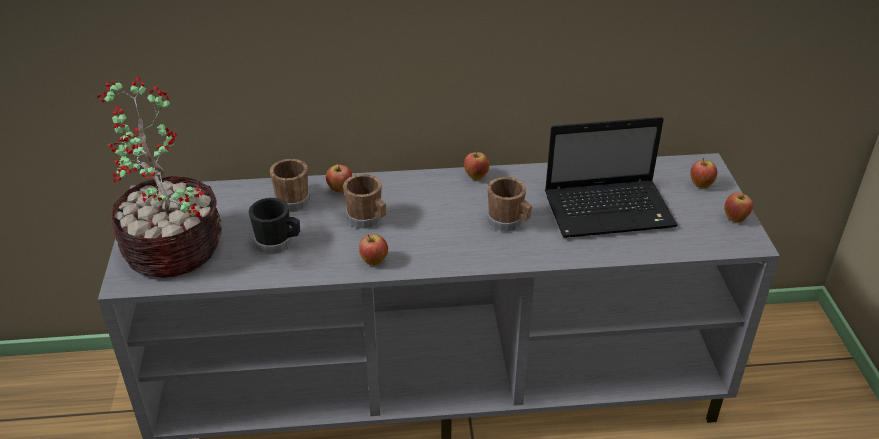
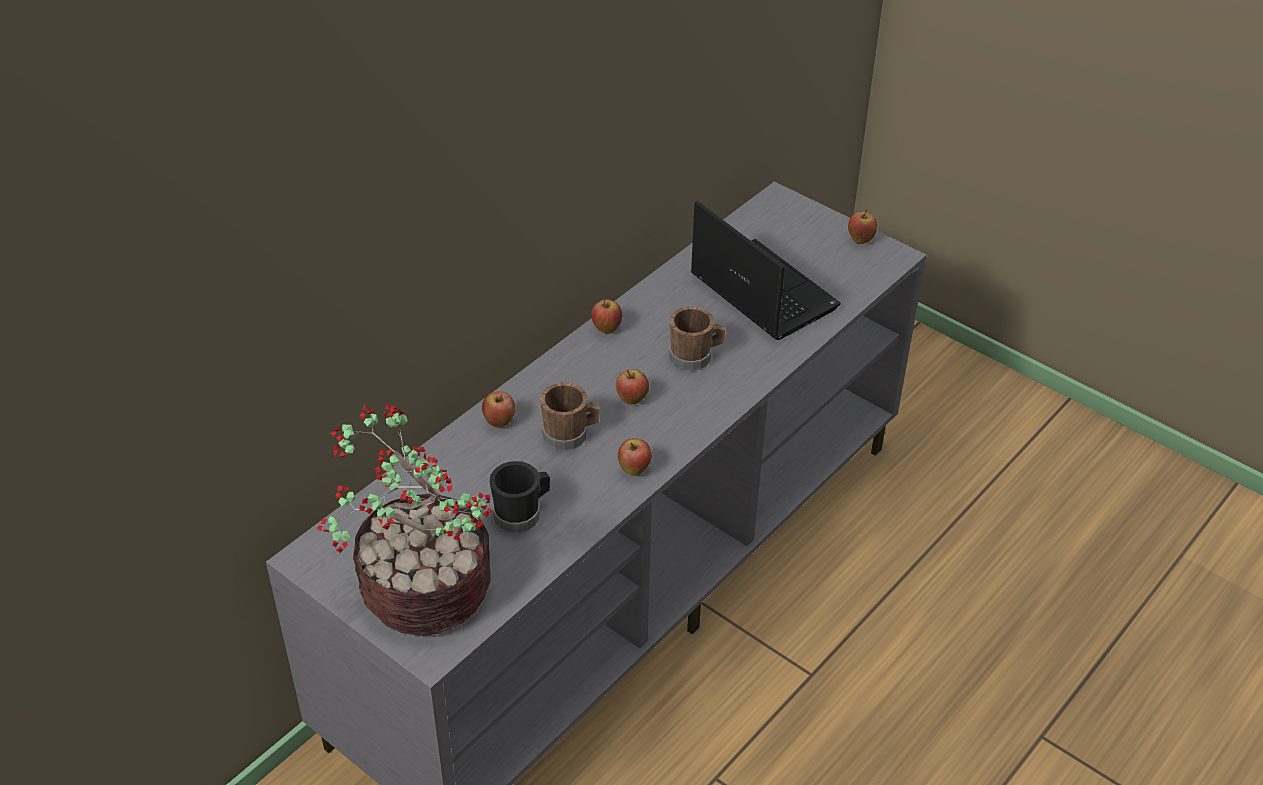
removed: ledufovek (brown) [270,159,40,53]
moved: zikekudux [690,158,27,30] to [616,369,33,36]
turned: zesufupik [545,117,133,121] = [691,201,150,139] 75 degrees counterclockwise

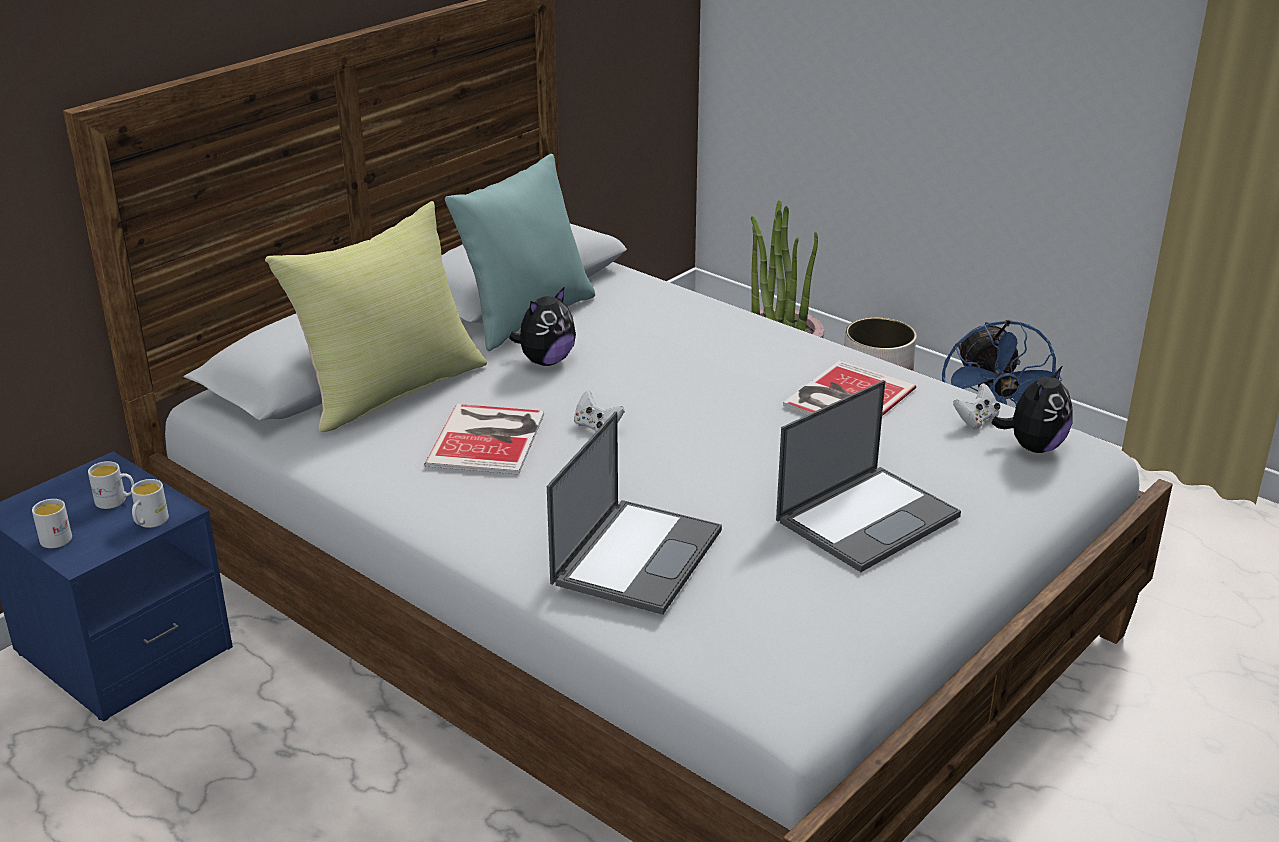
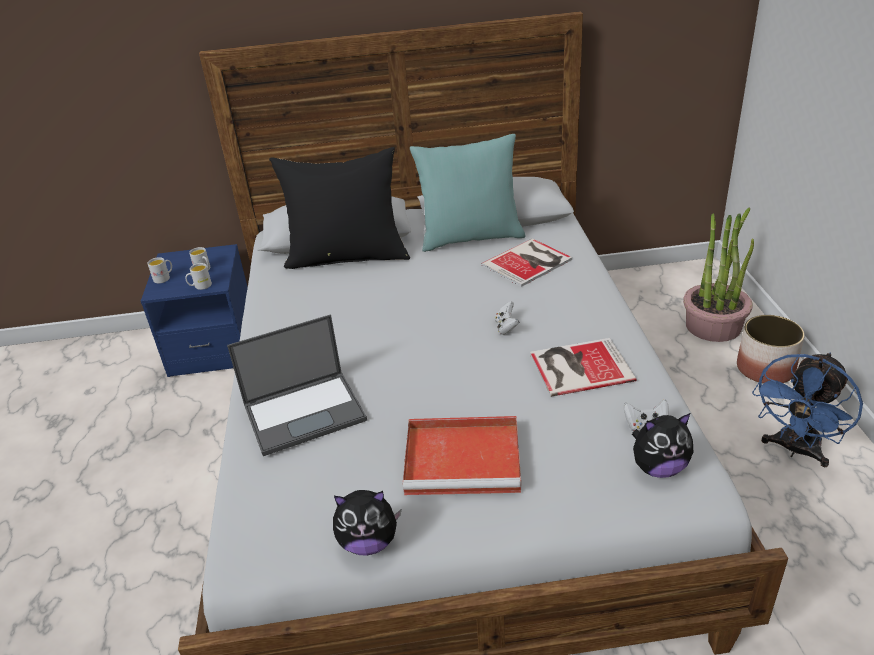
moved: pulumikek [509,288,67,78] to [333,490,68,66]; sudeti [425,404,119,71] to [482,238,90,49]; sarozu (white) [574,391,51,41] to [495,301,24,34]
replaced: zesufupik [776,380,185,192] to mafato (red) [403,416,118,79]
recoloured: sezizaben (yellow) [265,201,222,231] to sezizaben (black) [269,147,141,122]

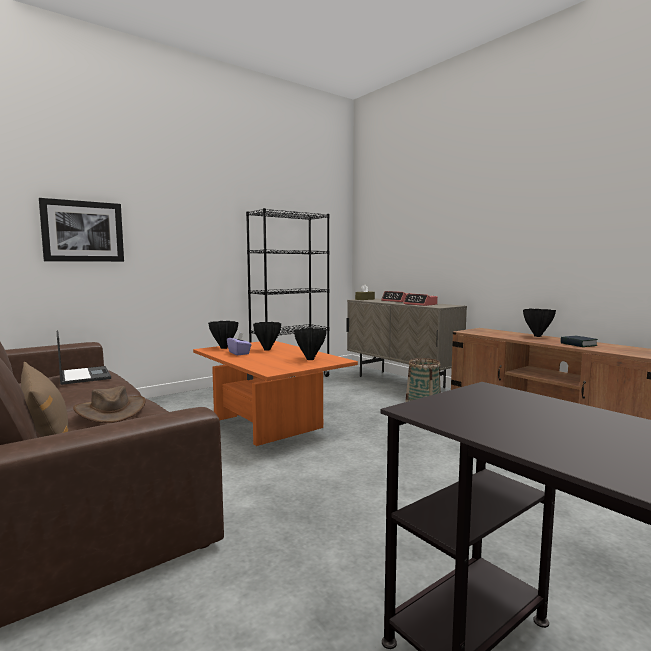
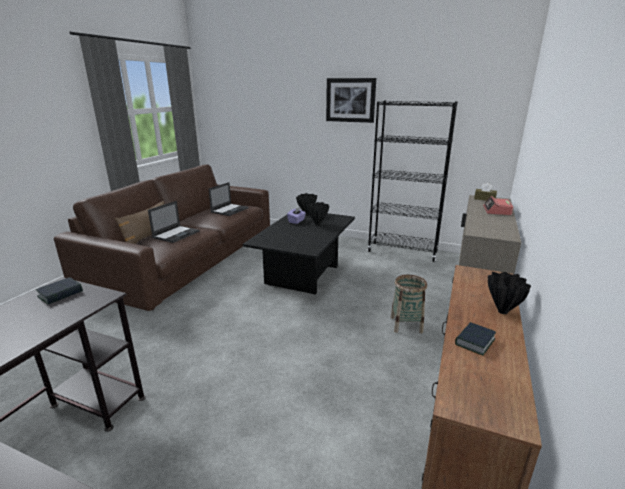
removed: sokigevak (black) [294,328,33,32]; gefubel [403,293,35,13]
added: sudeti [36,277,47,27]
moved: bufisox [39,198,85,64] to [326,78,50,45]
replaced: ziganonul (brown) [73,386,73,37] to zesufupik [148,201,52,42]
recoloured: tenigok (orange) [193,341,165,105] to tenigok (black) [243,210,112,84]

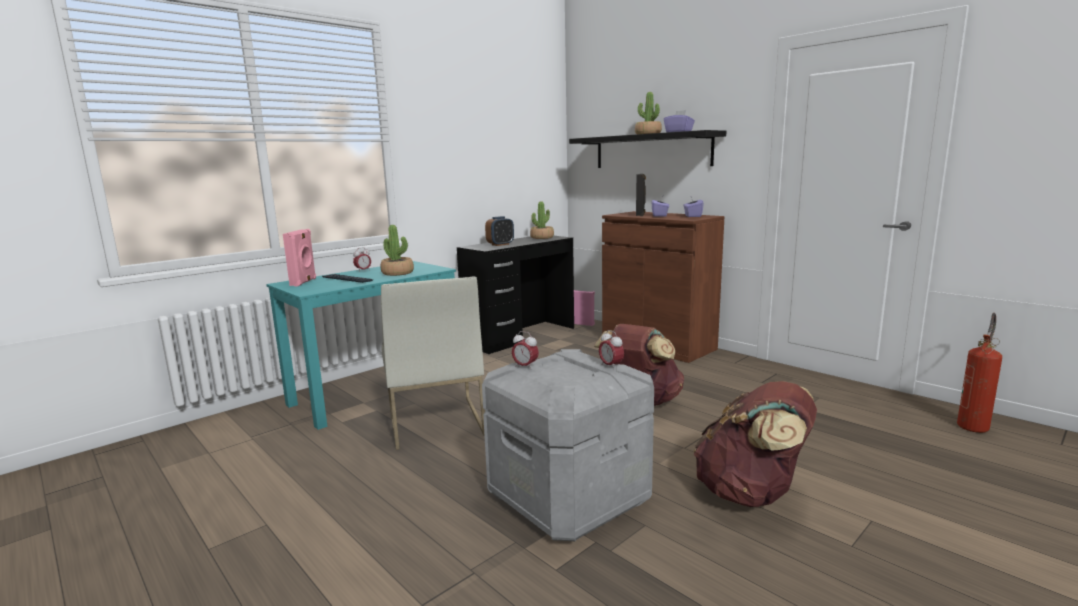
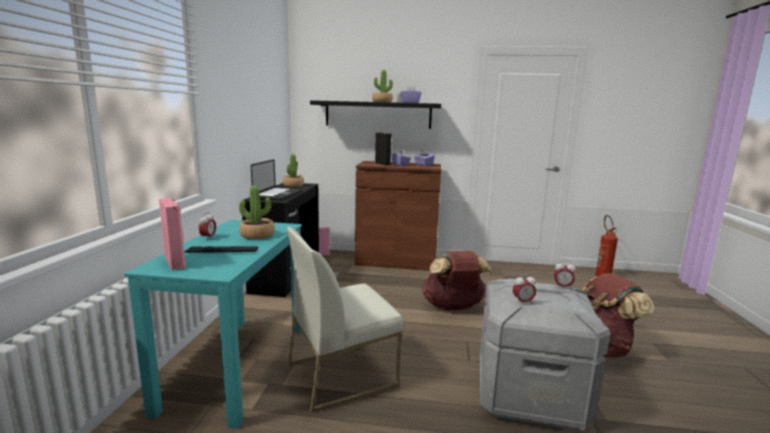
replaced: gefubel [485,216,29,30] to zesufupik [251,159,51,42]
turned: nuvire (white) [381,276,104,174] = [286,227,117,186] 120 degrees clockwise

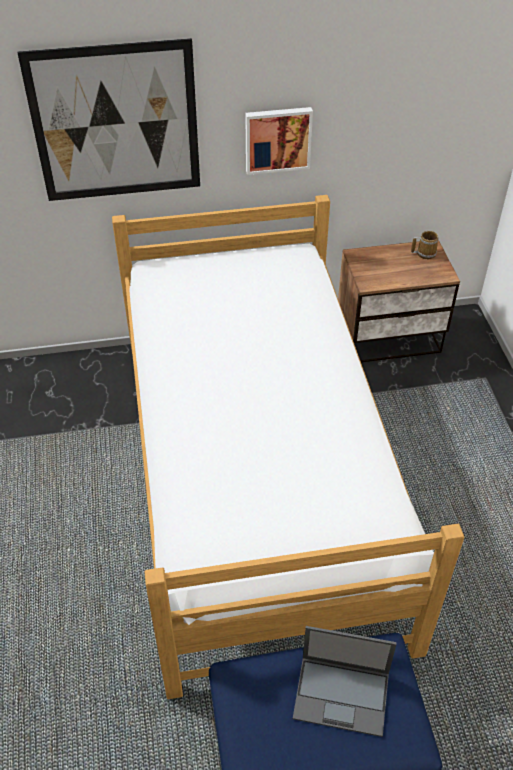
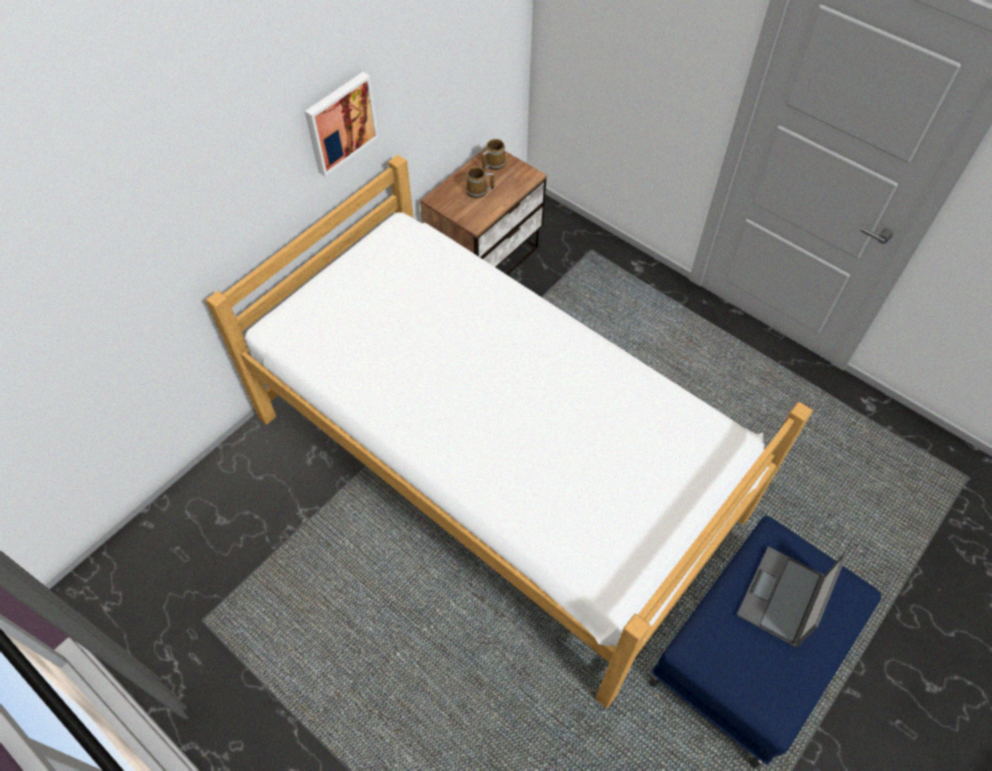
removed: bufisox [17,38,183,163]
added: ledufovek [466,166,29,32]
turned: zesufupik [293,626,104,111] = [737,546,110,102] 150 degrees clockwise

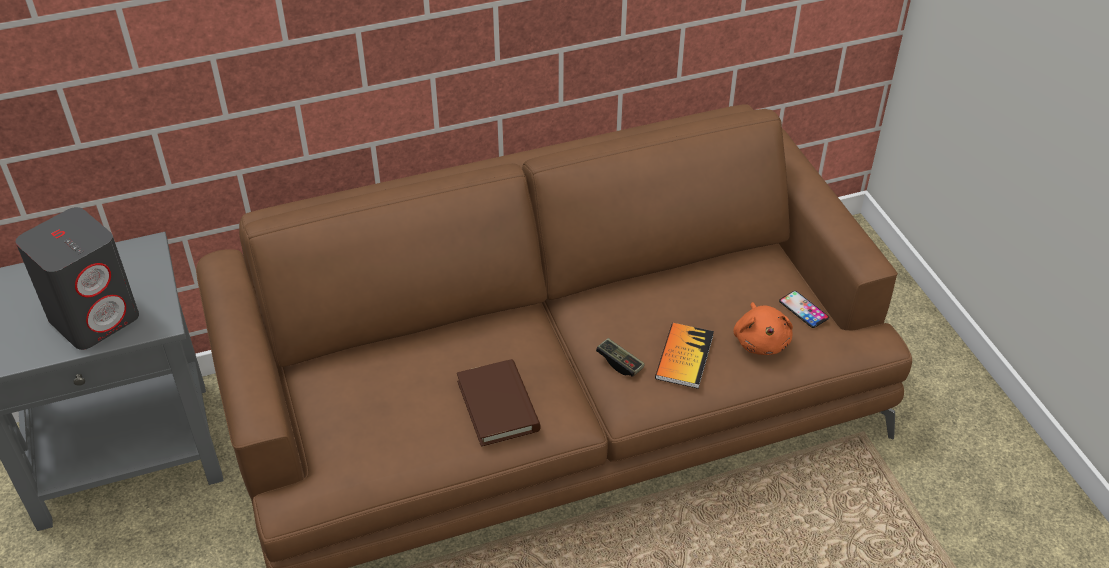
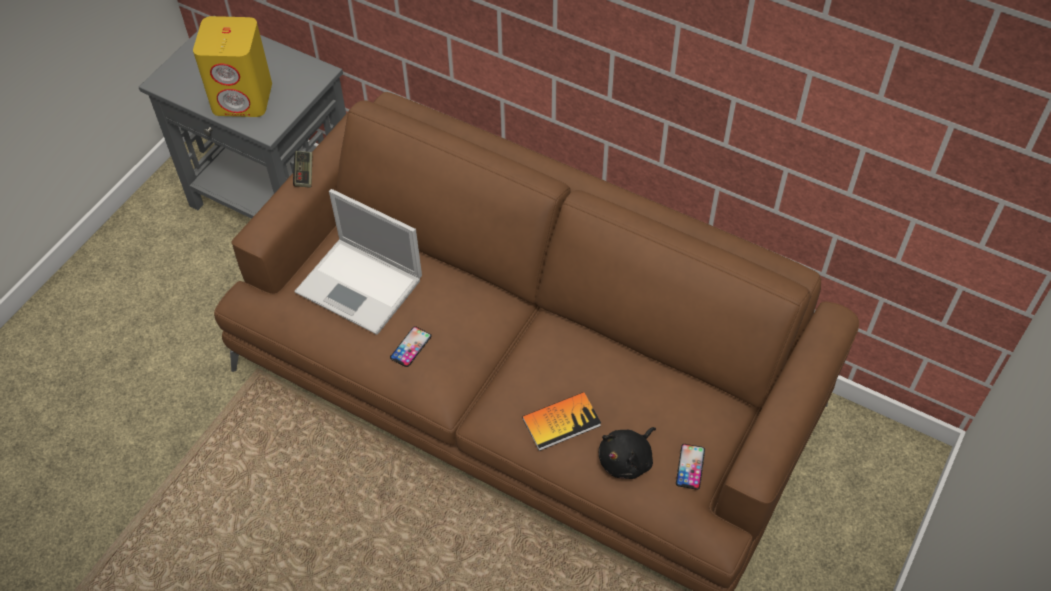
added: zesufupik [294,189,128,146]
moved: sarozu [596,338,49,39] to [293,151,19,37]
replaced: sudeti (brown) [457,359,84,88] to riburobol [390,326,42,41]
recoloured: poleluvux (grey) [16,207,123,143] to poleluvux (yellow) [193,16,79,101]; pulumikek (orange) [734,302,59,53] to pulumikek (black) [599,427,57,52]

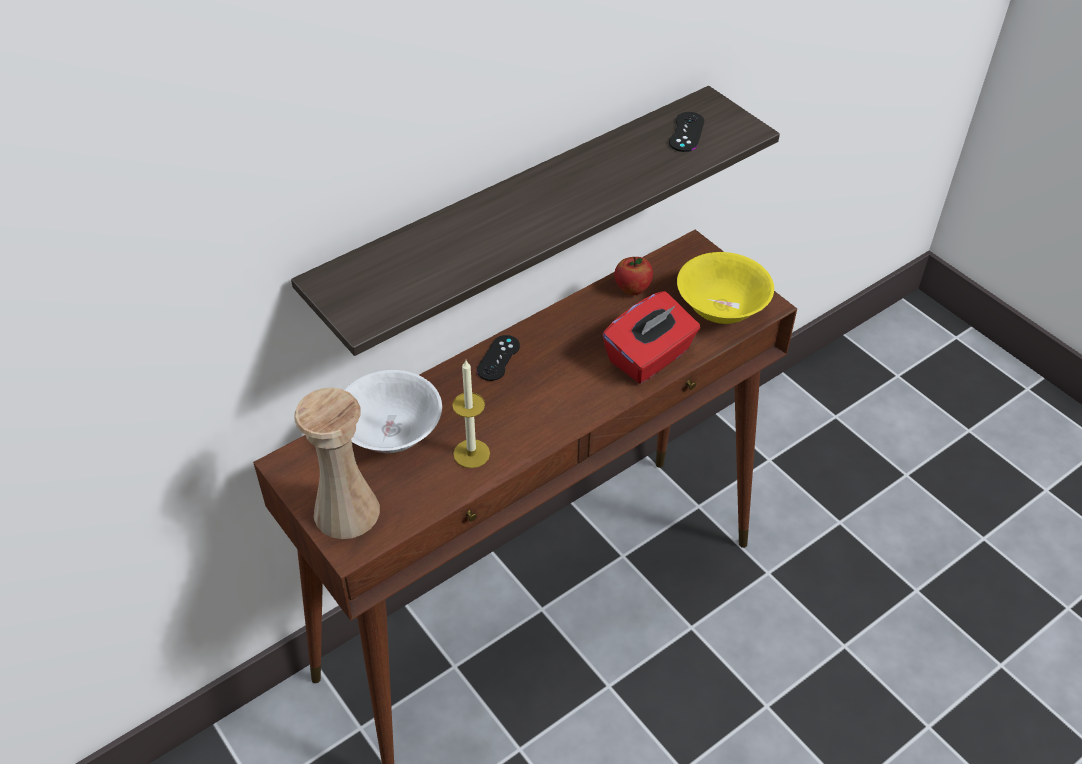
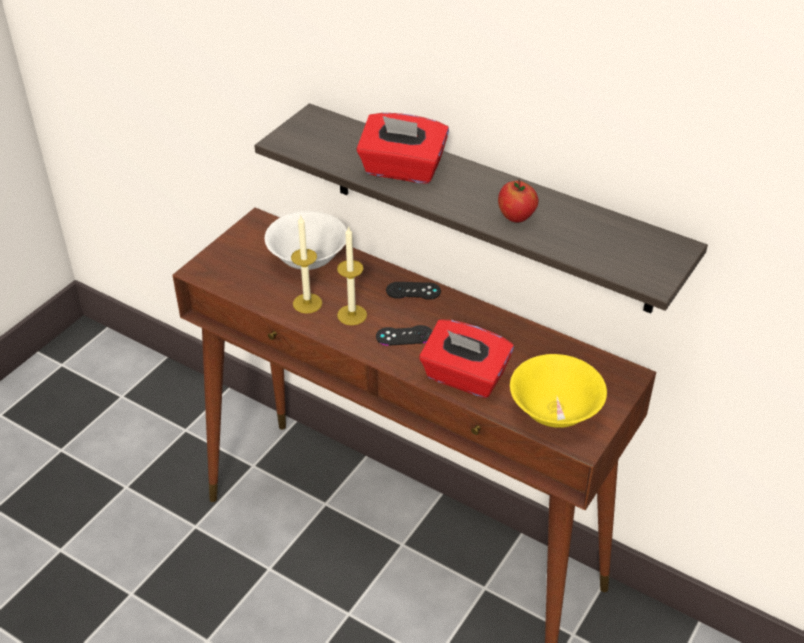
removed: sokigevak (beige) [294,388,86,151]
added: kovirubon [337,226,30,99]; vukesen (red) [356,113,93,71]
moved: sarozu (black) [669,112,35,40] to [376,325,56,21]; zikekudux [614,257,39,38] to [498,179,41,44]

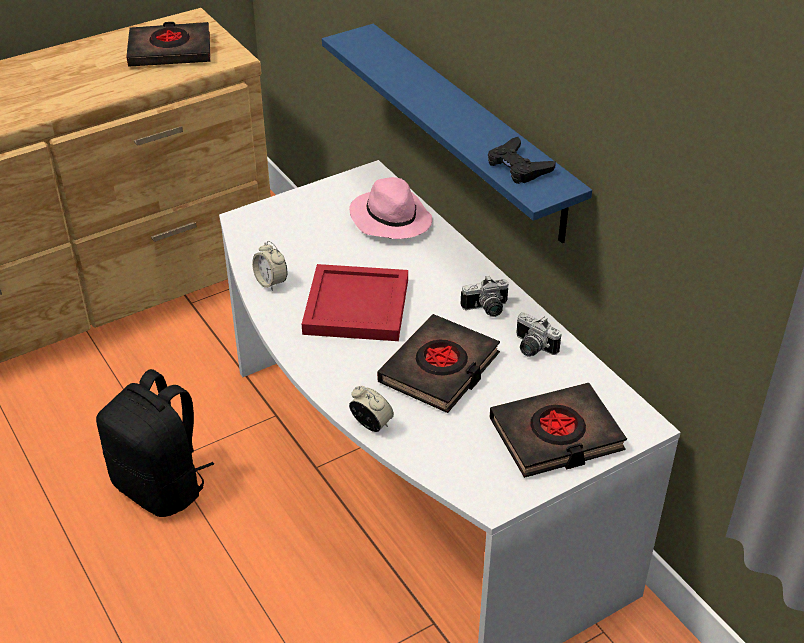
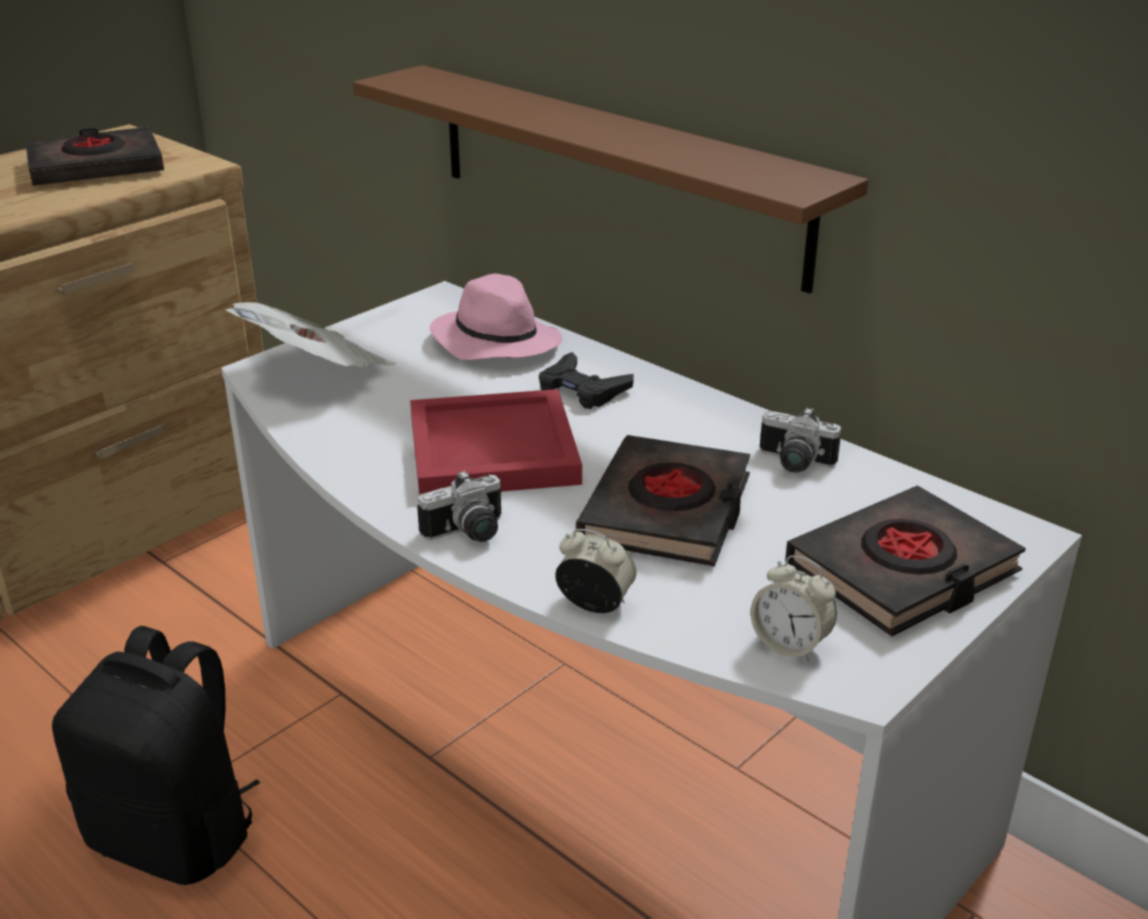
added: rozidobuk [225,302,171,67]
moved: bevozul [461,276,48,41] to [417,470,84,72]; sarozu (black) [488,137,68,47] to [539,352,95,57]; gefubel [252,241,35,50] to [750,555,87,107]
recoloured: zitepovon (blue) [322,24,270,219] to zitepovon (brown) [353,65,516,229]

